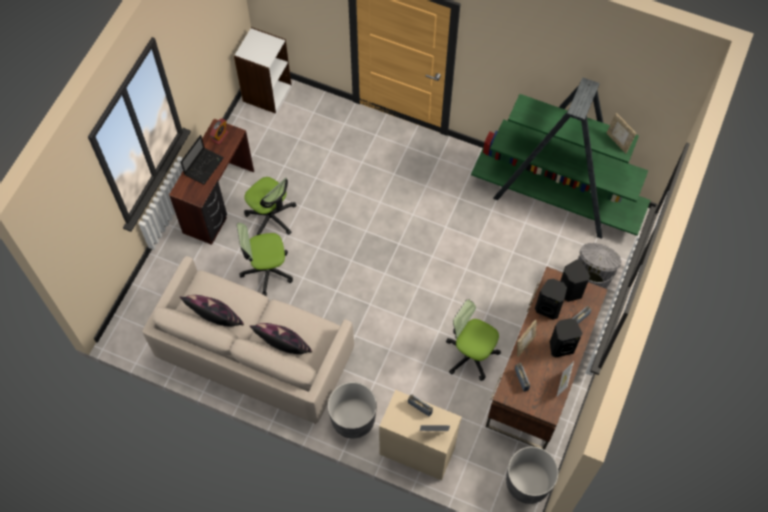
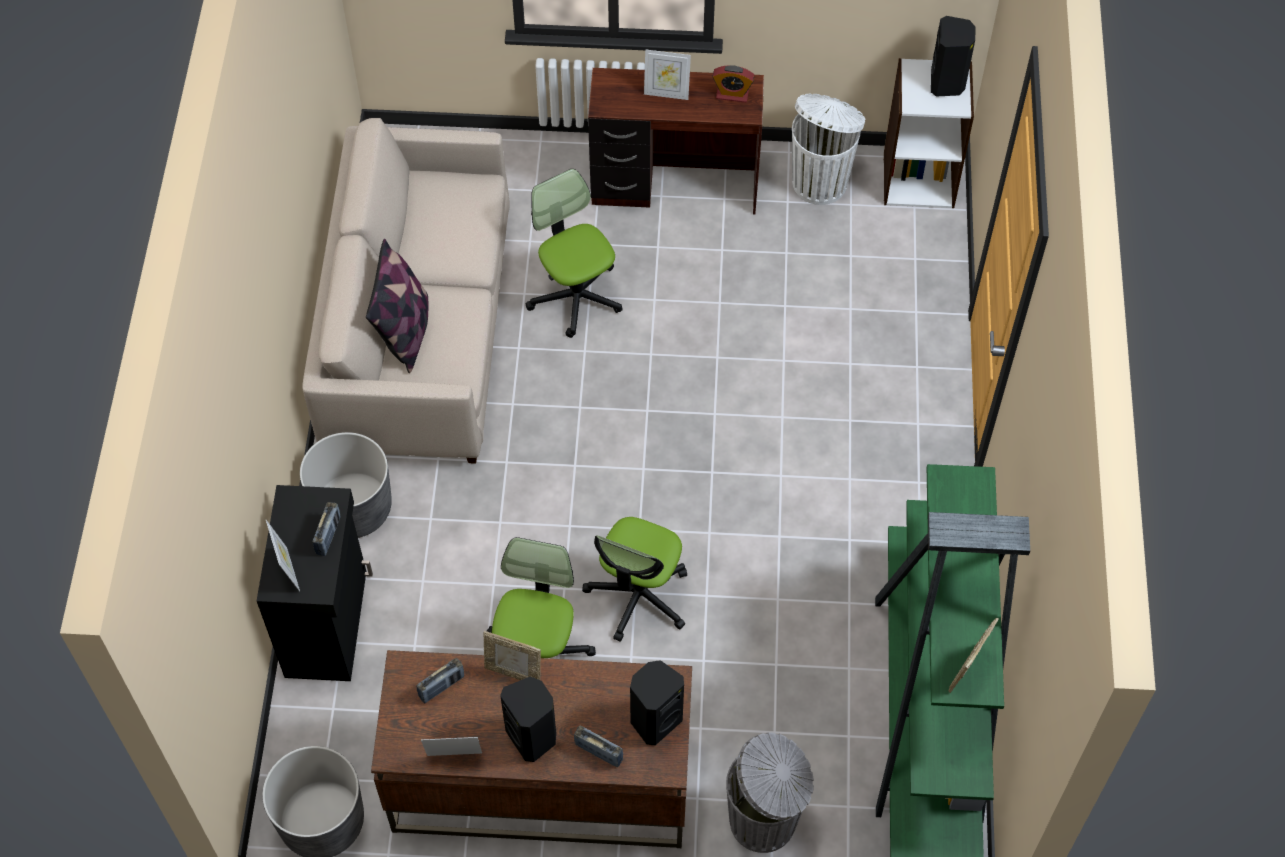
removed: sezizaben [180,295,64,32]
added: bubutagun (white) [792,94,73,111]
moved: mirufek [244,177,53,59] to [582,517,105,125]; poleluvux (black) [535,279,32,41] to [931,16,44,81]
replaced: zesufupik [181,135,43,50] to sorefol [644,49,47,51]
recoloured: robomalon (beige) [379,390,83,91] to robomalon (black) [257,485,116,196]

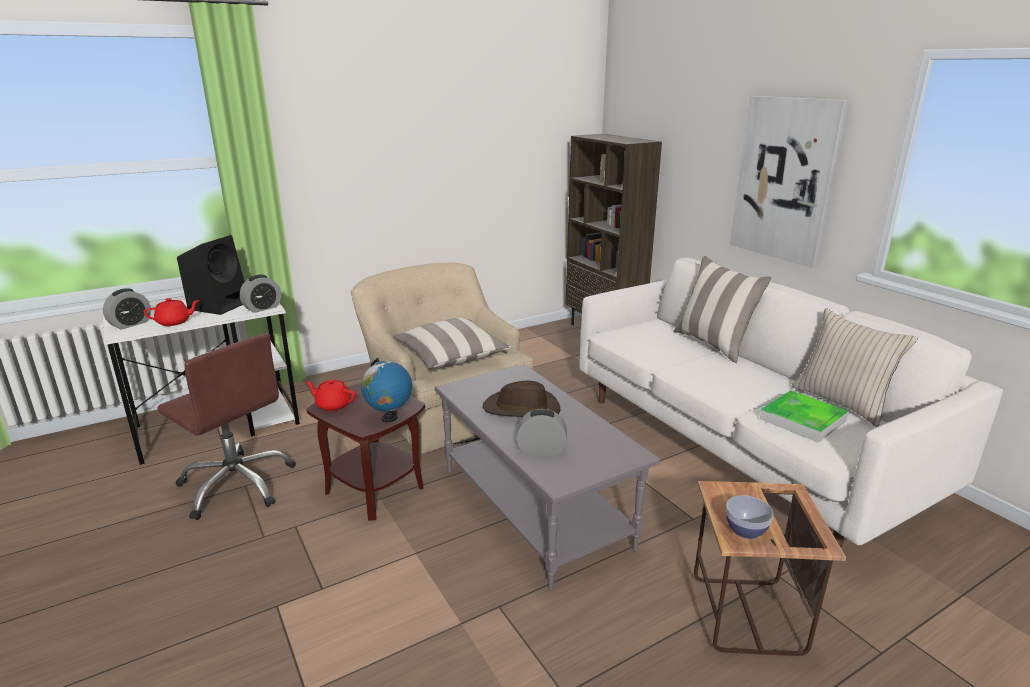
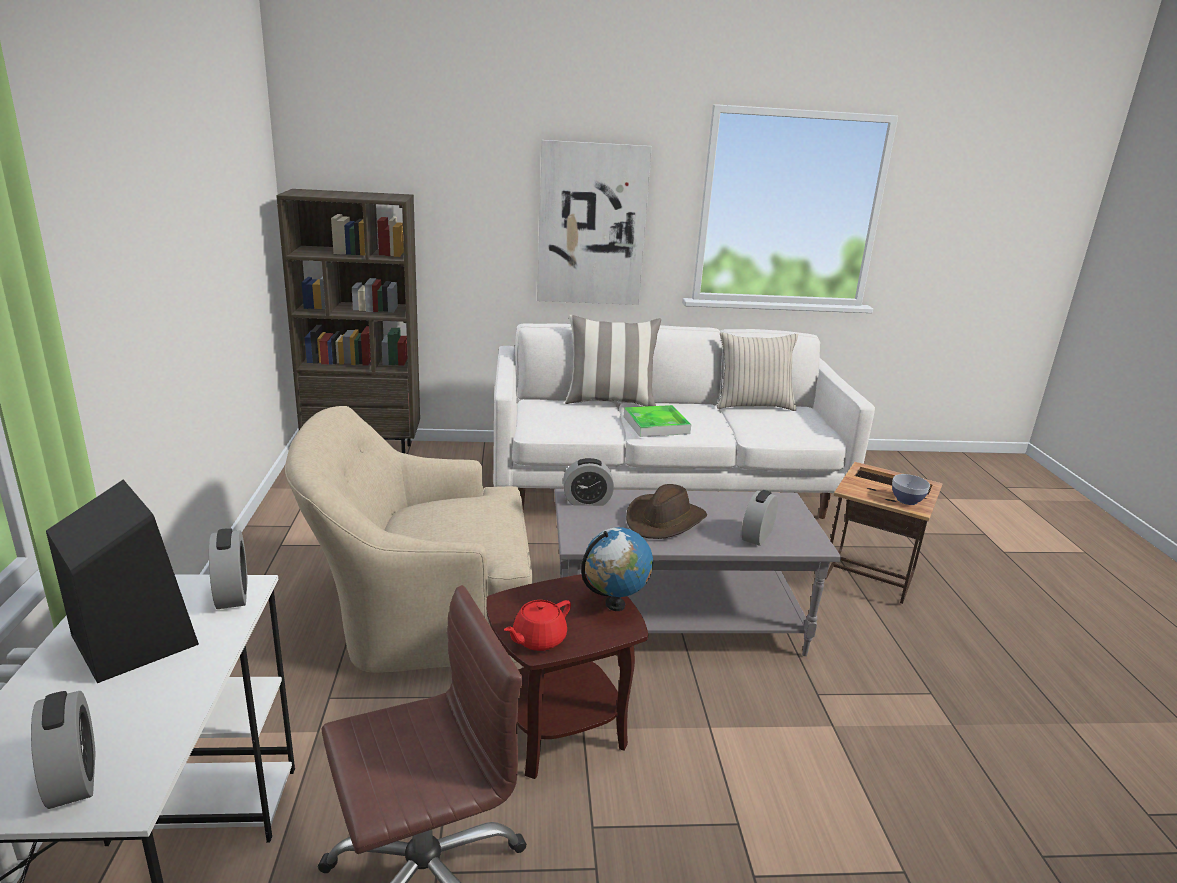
removed: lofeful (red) [143,298,57,28]; sezizaben [393,318,118,50]
added: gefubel [563,458,51,48]
moved: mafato [760,390,88,53] to [624,405,67,32]

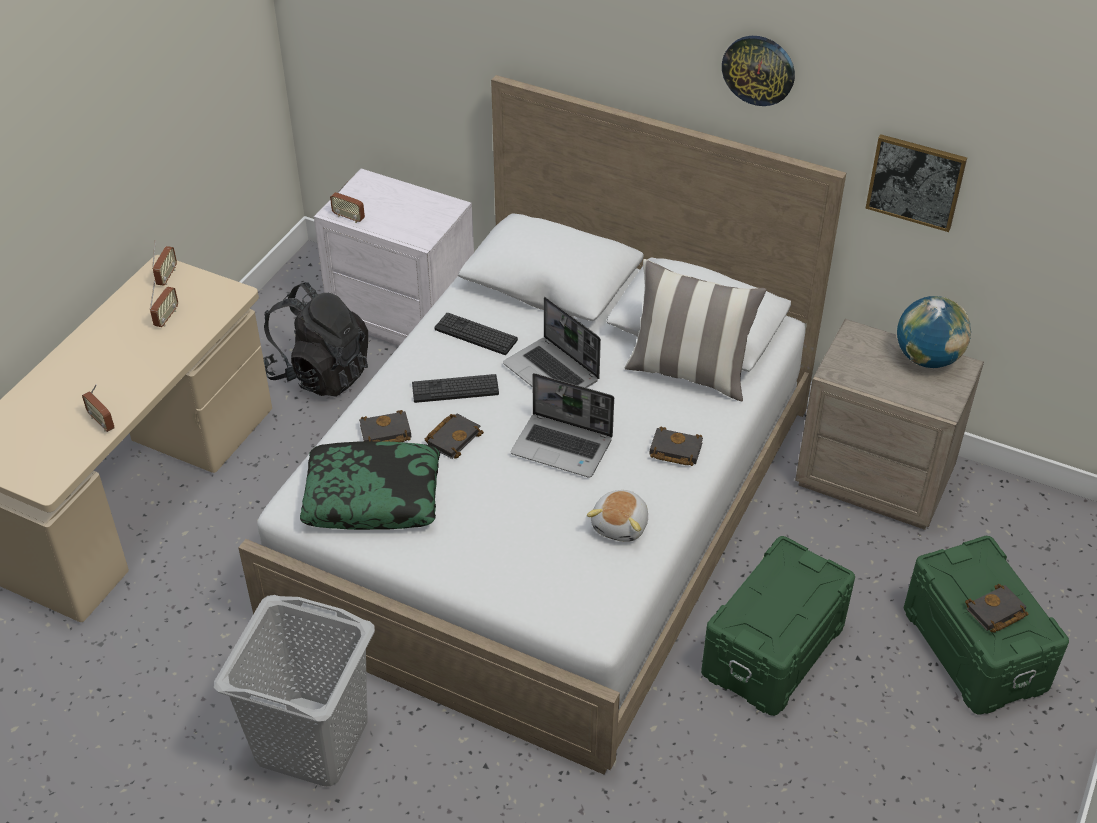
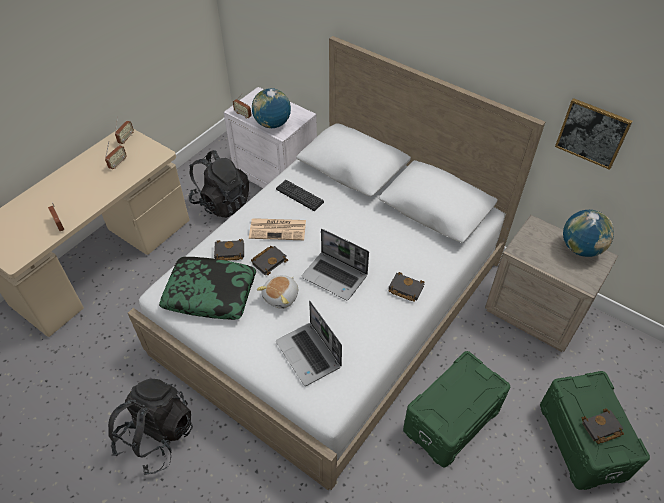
removed: sezizaben [625,259,142,142]; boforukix [722,36,73,70]
added: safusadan [252,88,39,40]
moved: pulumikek [587,490,61,52] to [257,275,41,34]; zesufupik [503,297,98,91] to [276,301,66,85]
replaced: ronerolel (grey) [214,595,161,191] to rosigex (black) [108,379,85,96]; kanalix [412,374,87,29] to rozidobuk [249,218,57,22]

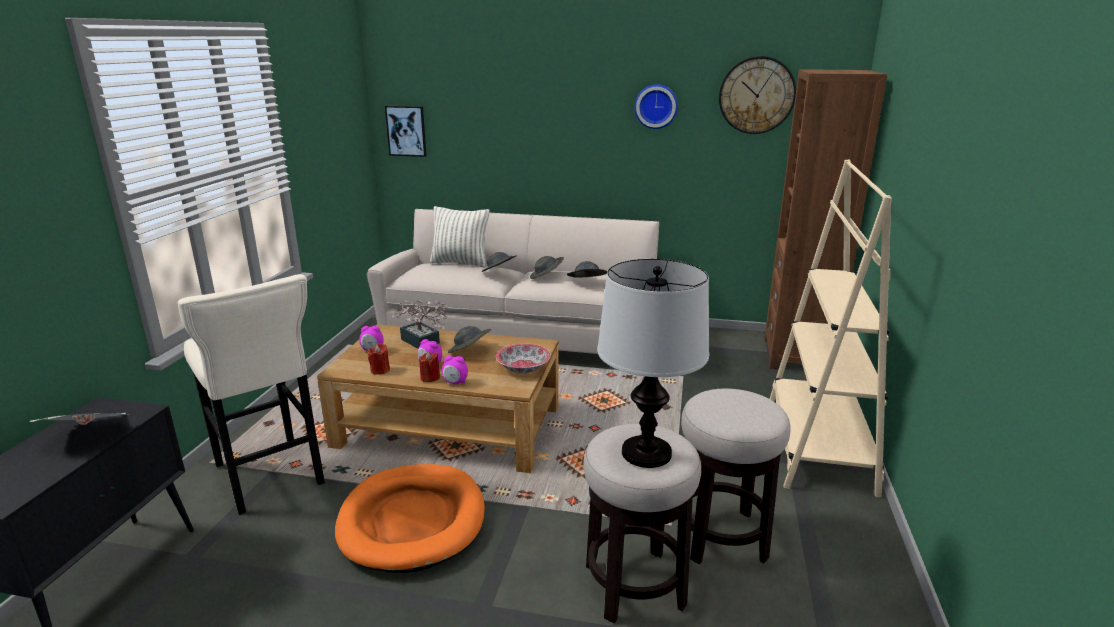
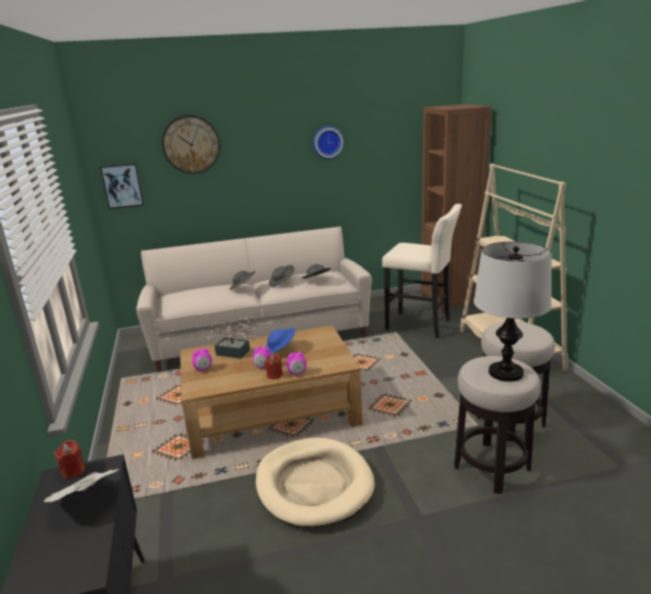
removed: sezizaben [430,206,60,62]; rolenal [496,344,55,29]
moved: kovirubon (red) [368,343,22,32] to [54,440,31,39]; boforukix [719,56,77,78] to [162,115,58,59]; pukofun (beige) [178,274,147,241] to [382,204,80,134]
recoloured: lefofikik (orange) [335,464,150,109] to lefofikik (beige) [256,438,119,90]; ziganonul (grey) [448,326,43,27] to ziganonul (blue) [265,328,30,26]

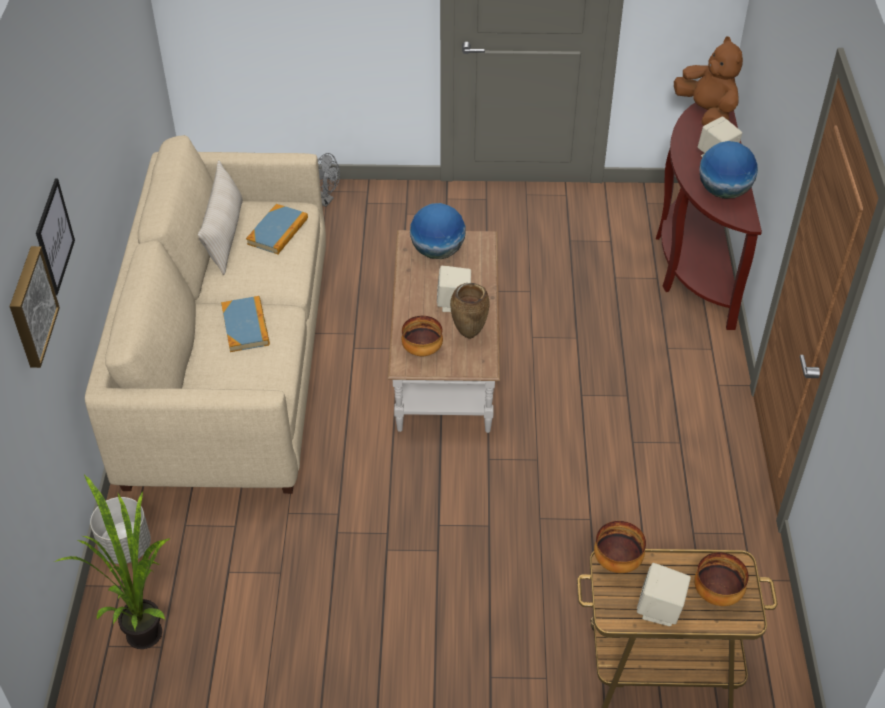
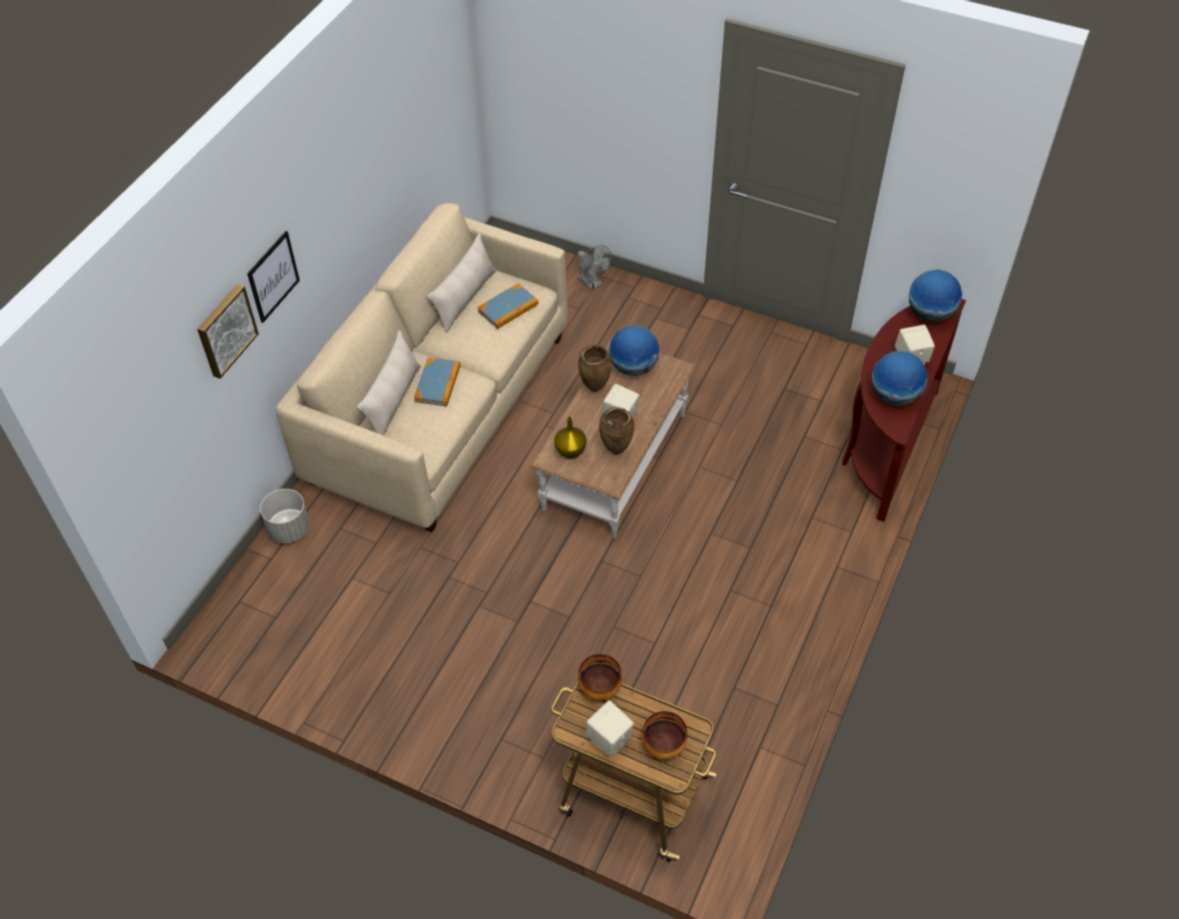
removed: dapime [54,474,116,175]
added: sezizaben (beige) [357,330,64,106]; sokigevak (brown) [578,345,34,47]
replaced: rolenal [402,316,41,40] to sokigevak (yellow) [554,416,32,43]; pulumikek (brown) [674,36,69,90] to safusadan [909,269,53,52]

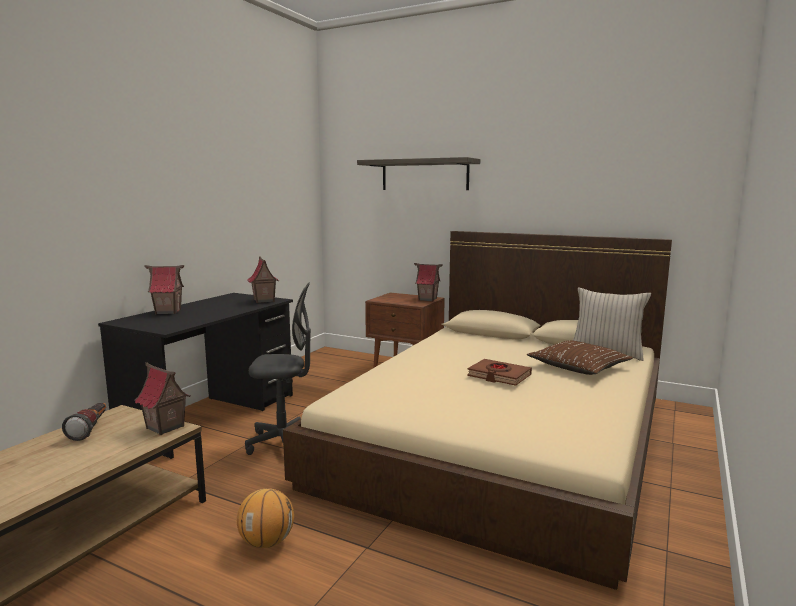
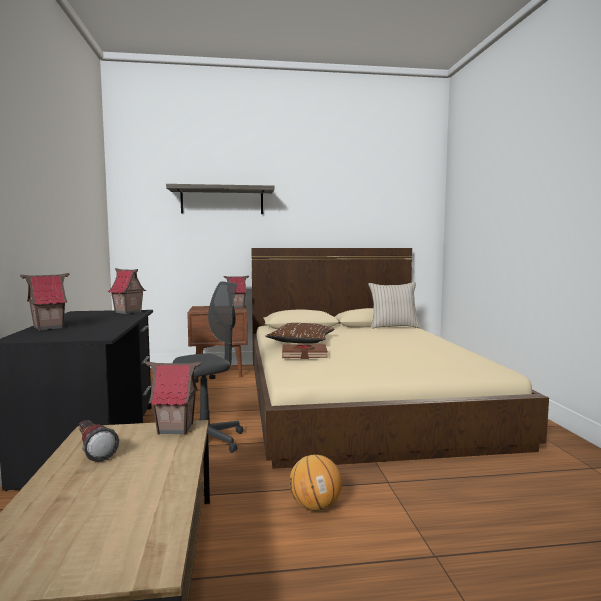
moved: sezizaben (brown) [527,340,106,35] to [265,323,69,21]; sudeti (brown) [467,359,65,27] to [282,344,46,15]

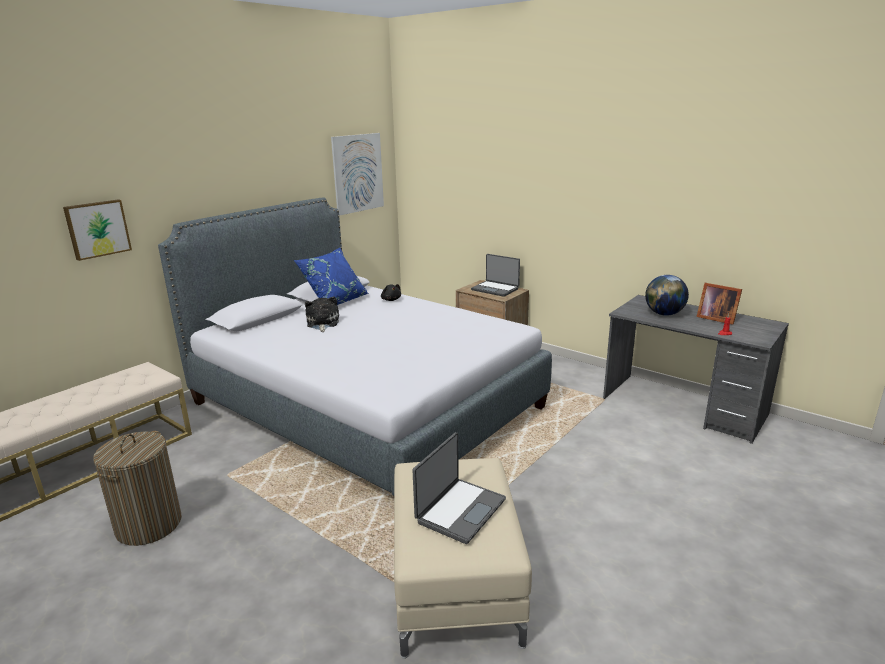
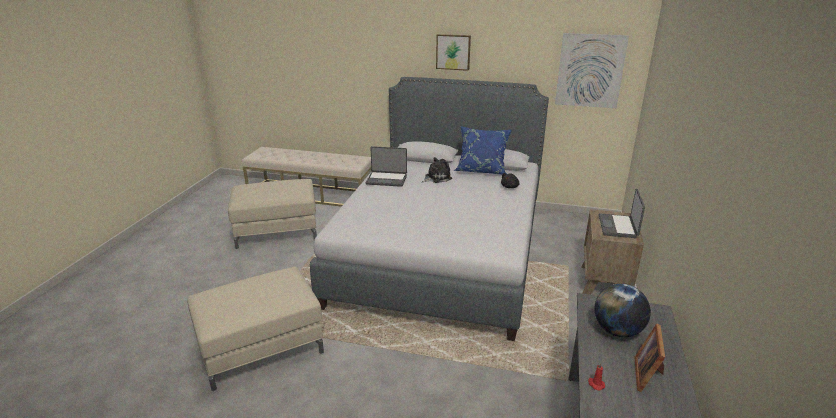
moved: zesufupik [412,432,94,112] to [366,146,41,41]; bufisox [63,199,69,62] to [436,34,35,37]
replaced: ronerolel [93,431,89,115] to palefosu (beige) [228,179,89,71]

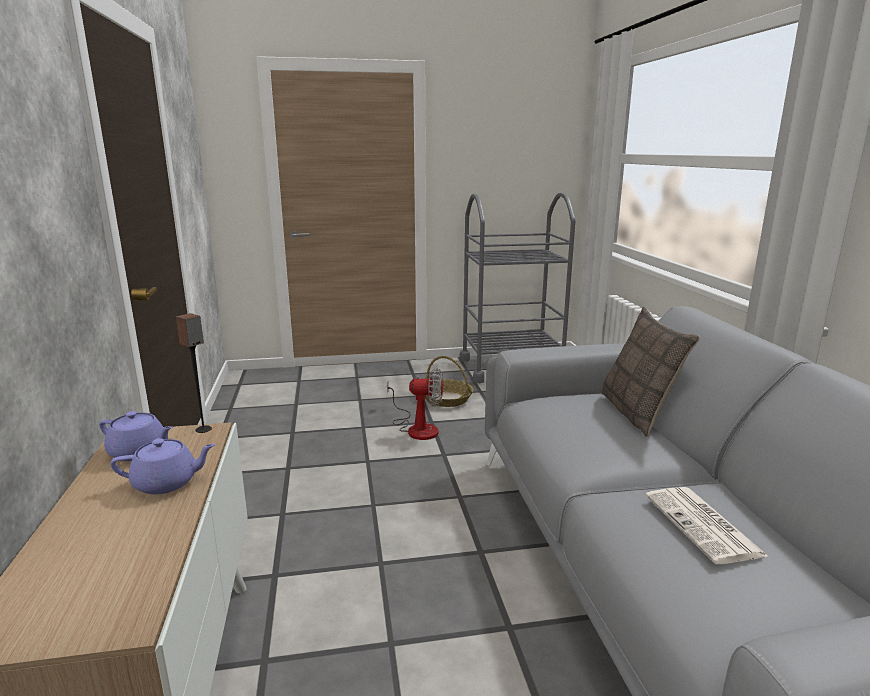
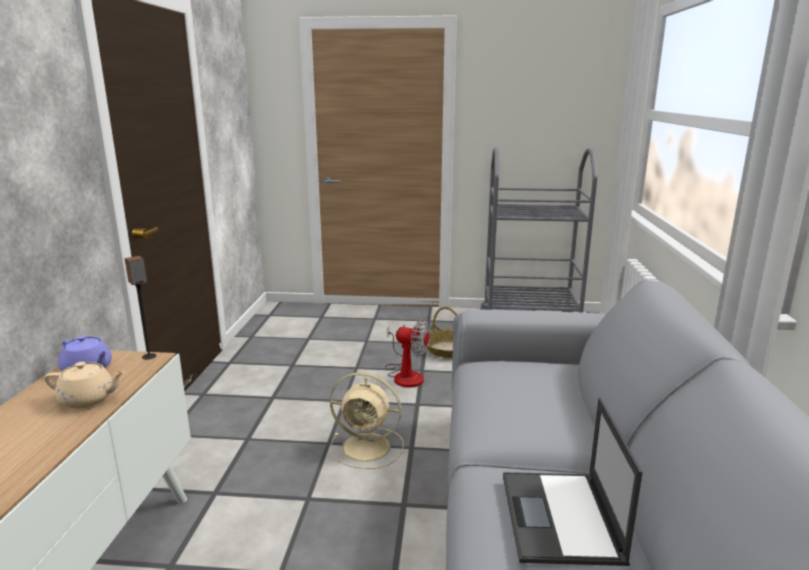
removed: sezizaben [601,307,99,130]
added: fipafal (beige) [330,372,74,97]
replaced: rozidobuk [645,487,124,77] to zesufupik [503,398,140,168]
recoloured: lofeful (purple) [110,438,106,57] to lofeful (beige) [44,362,81,47]

